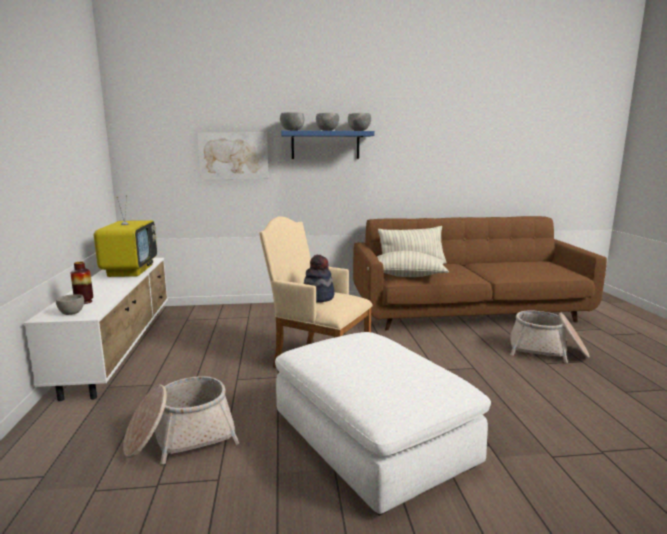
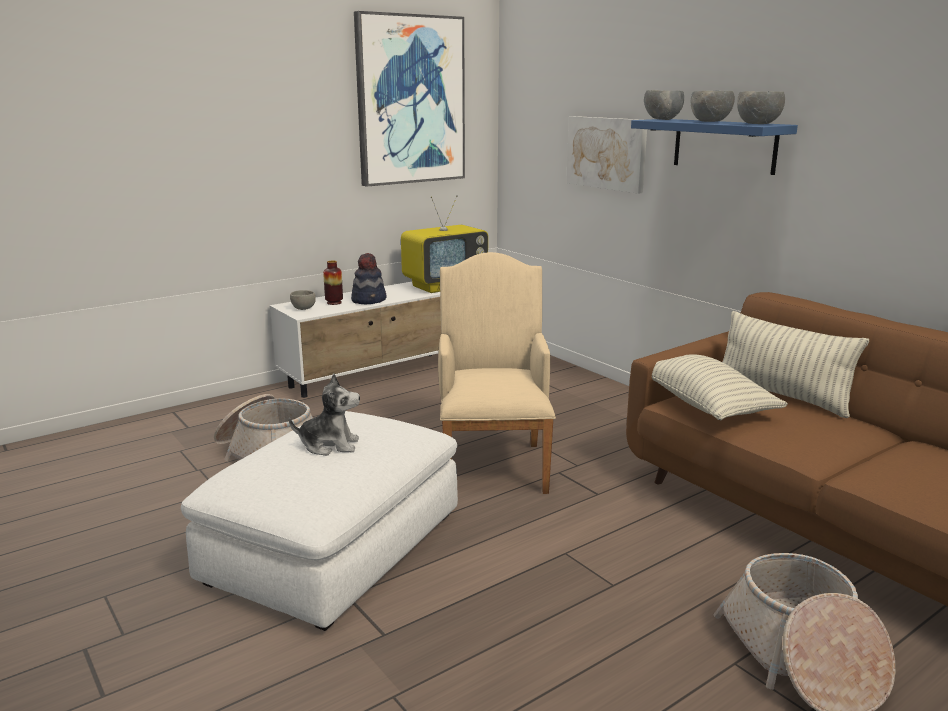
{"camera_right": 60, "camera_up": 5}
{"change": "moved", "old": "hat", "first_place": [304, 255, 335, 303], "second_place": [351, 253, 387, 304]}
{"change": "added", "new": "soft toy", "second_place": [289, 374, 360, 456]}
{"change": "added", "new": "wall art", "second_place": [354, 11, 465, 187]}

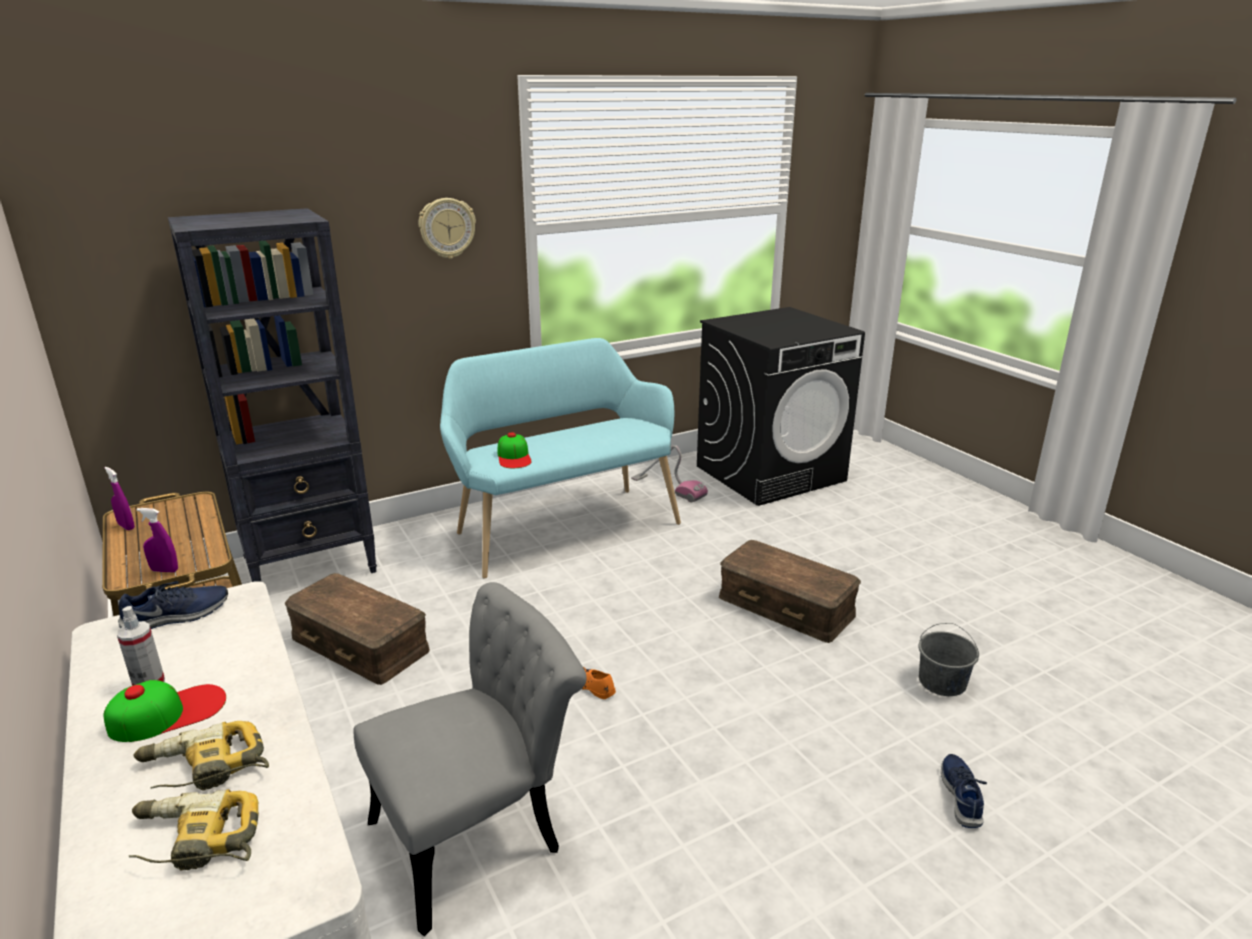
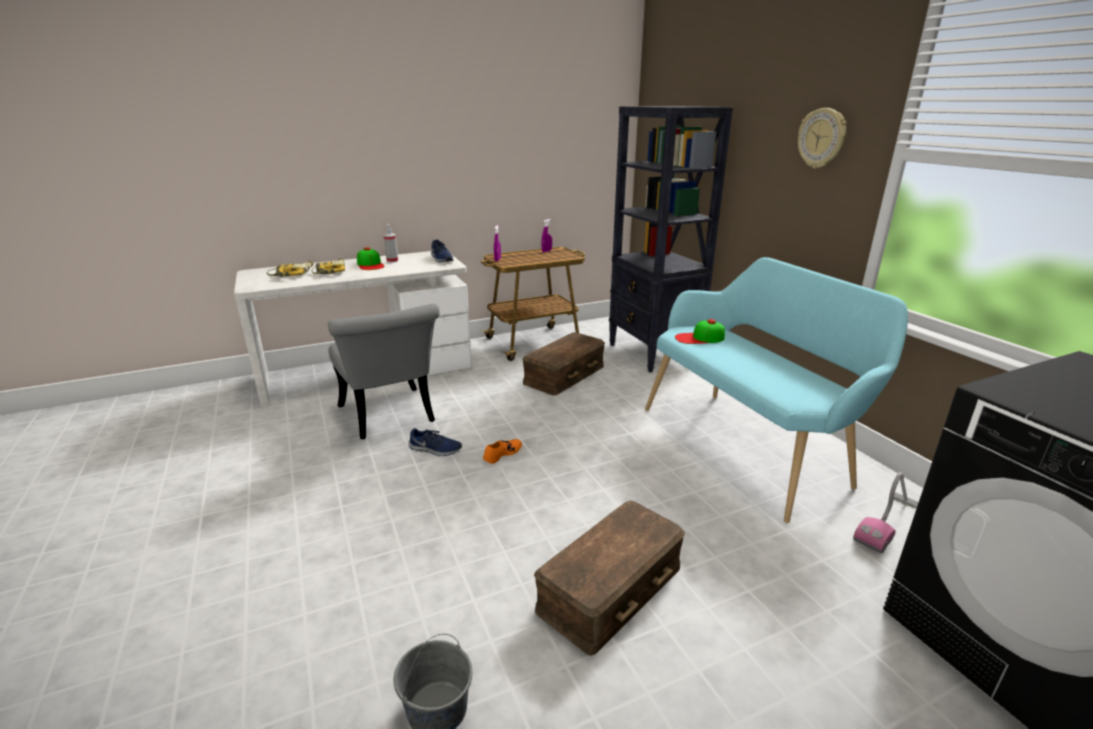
{"camera_right": 95, "camera_up": 0}
{"change": "moved", "old": "blue-coloured low shoe", "first_place": [941, 754, 987, 828], "second_place": [408, 428, 462, 456]}

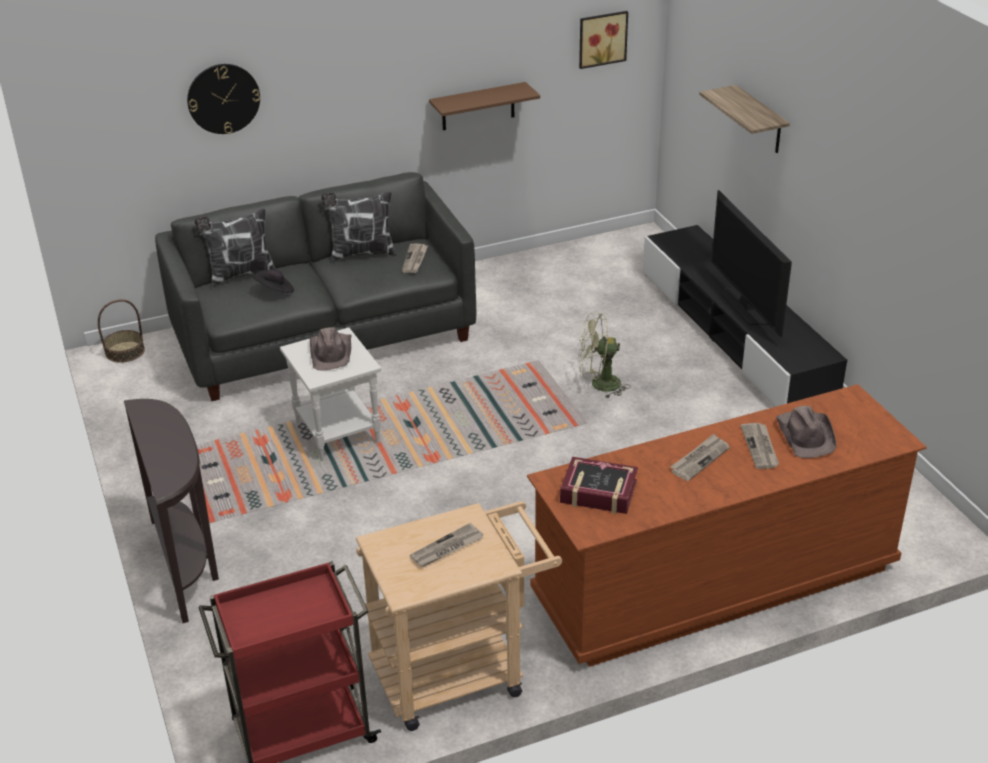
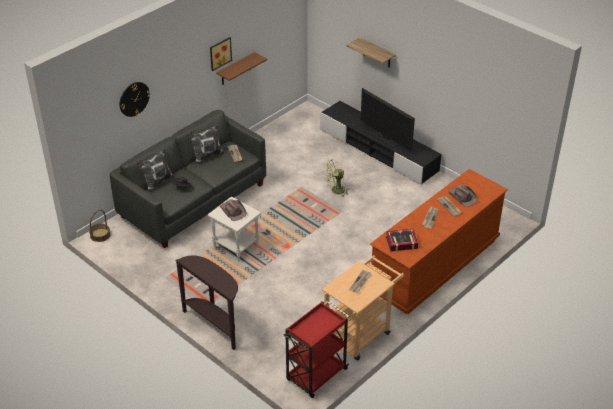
{"camera_right": -25, "camera_up": 5}
{"change": "moved", "old": "wall art", "first_place": [579, 11, 628, 69], "second_place": [210, 37, 232, 71]}

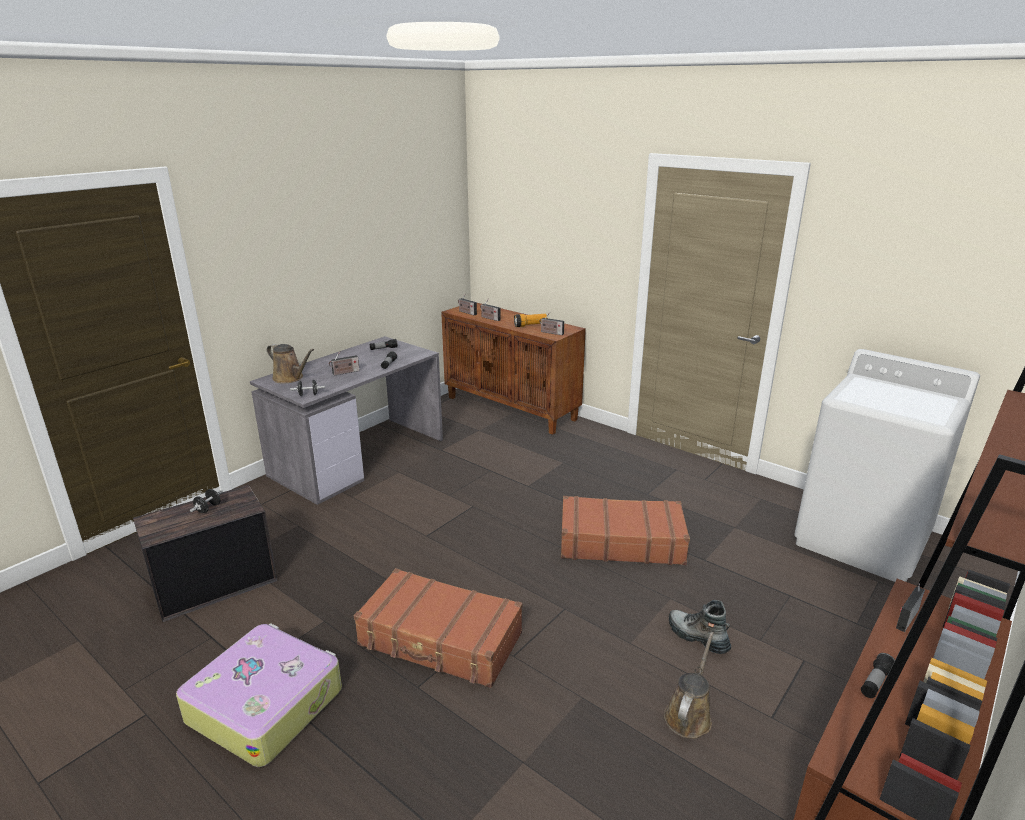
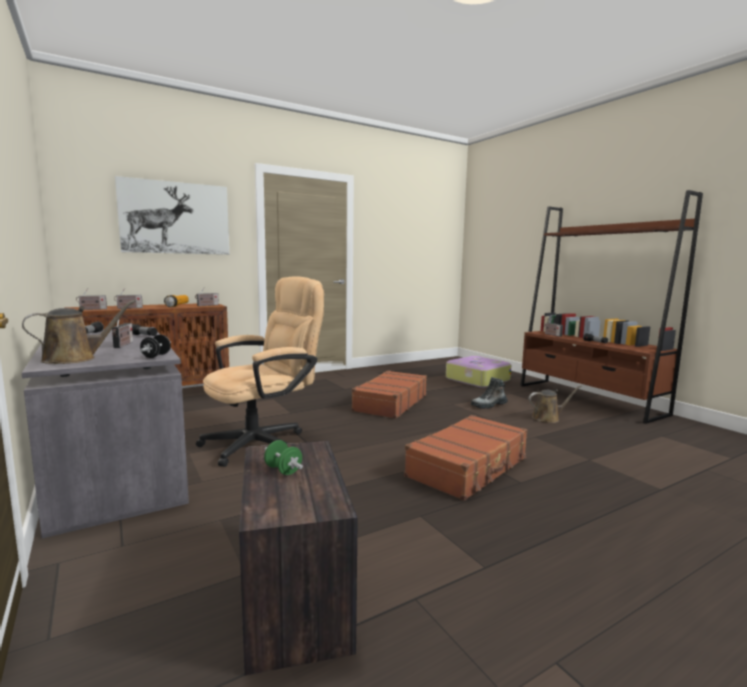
{"camera_right": -70, "camera_up": -15}
{"change": "moved", "old": "piece of luggage", "first_place": [176, 623, 342, 767], "second_place": [446, 356, 511, 388]}
{"change": "recoloured", "old": "blackish free weight", "new": "green free weight", "first_place": [190, 489, 223, 513], "second_place": [264, 440, 303, 475]}
{"change": "turned", "old": "brown watering can", "first_place": [664, 632, 714, 739], "second_place": [528, 385, 582, 423], "degrees": 120}
{"change": "removed", "old": "white-coloured laundry appliance", "first_place": [794, 349, 980, 582]}
{"change": "added", "new": "wall art", "second_place": [115, 176, 229, 255]}
{"change": "added", "new": "sand-coloured computer chair", "second_place": [196, 276, 324, 467]}

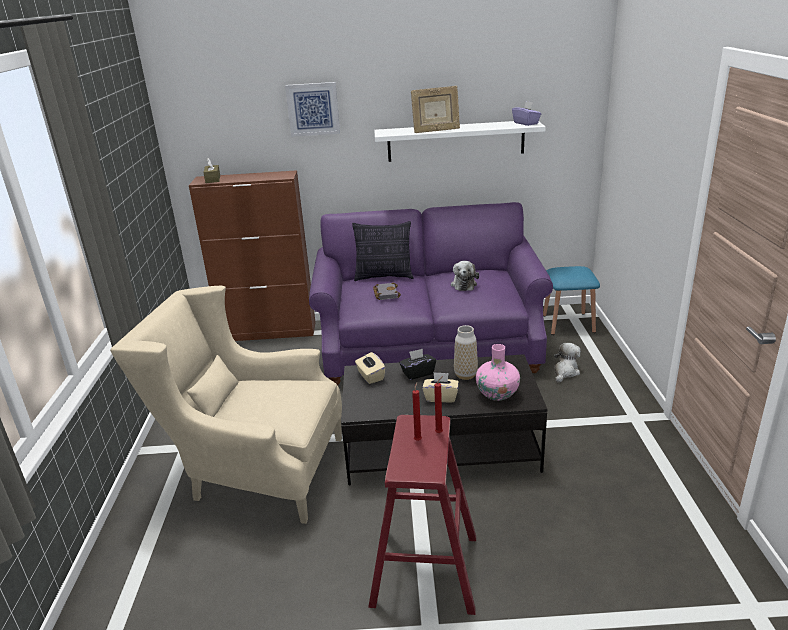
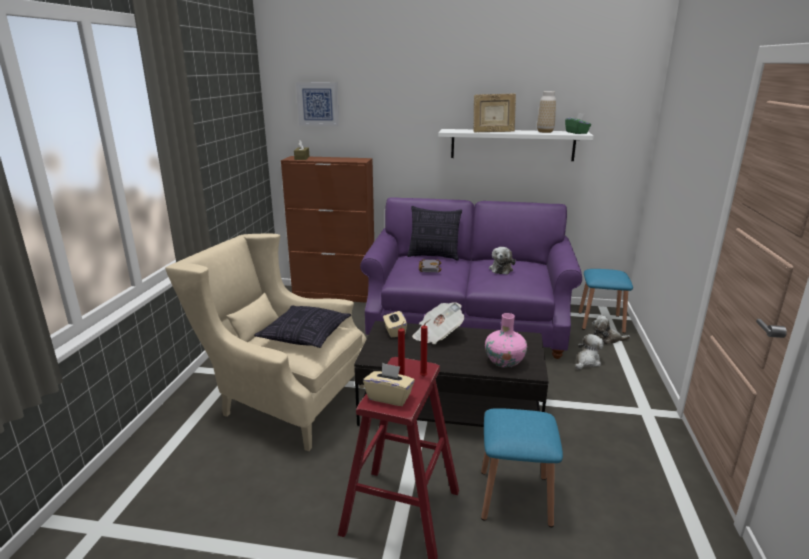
{"camera_right": 10, "camera_up": -5}
{"change": "moved", "old": "wall art", "first_place": [285, 82, 340, 137], "second_place": [296, 82, 339, 126]}
{"change": "replaced", "old": "blackish tissue holder", "new": "newspaper", "first_place": [399, 349, 436, 380], "second_place": [412, 302, 464, 344]}
{"change": "moved", "old": "sand-coloured tissue holder", "first_place": [422, 372, 459, 403], "second_place": [363, 363, 415, 406]}
{"change": "moved", "old": "flower vase", "first_place": [454, 325, 478, 380], "second_place": [537, 91, 556, 133]}
{"change": "recoloured", "old": "purple tissue holder", "new": "green tissue holder", "first_place": [512, 101, 541, 126], "second_place": [565, 113, 591, 134]}
{"change": "added", "new": "throw pillow", "second_place": [254, 305, 351, 348]}
{"change": "added", "new": "blue-coloured sitting stool", "second_place": [481, 408, 563, 527]}
{"change": "added", "new": "soft toy", "second_place": [592, 315, 630, 345]}

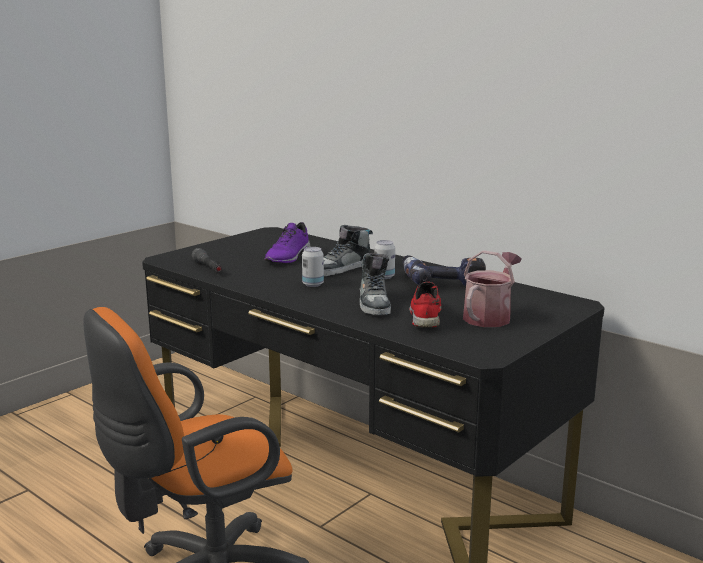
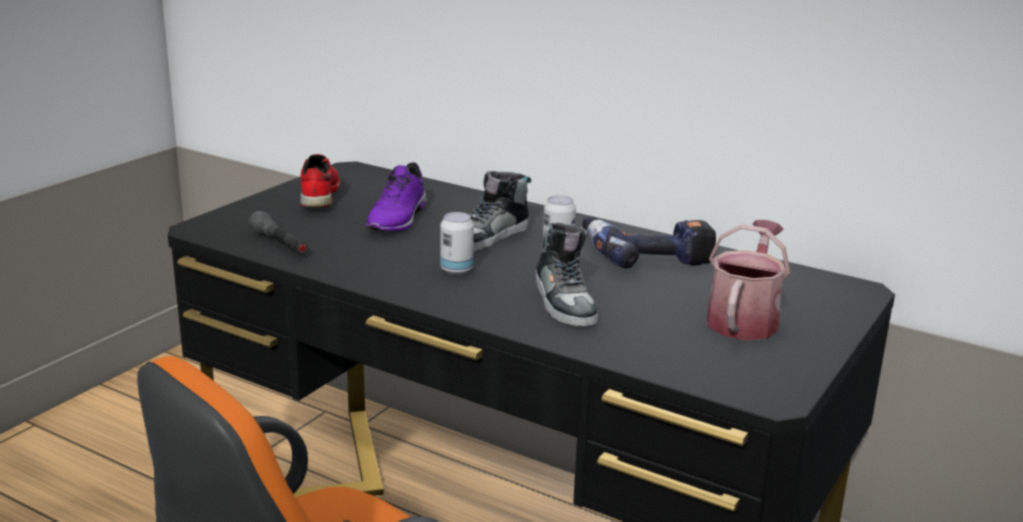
{"camera_right": -10, "camera_up": 5}
{"change": "moved", "old": "red low shoe", "first_place": [409, 282, 442, 328], "second_place": [300, 154, 340, 208]}

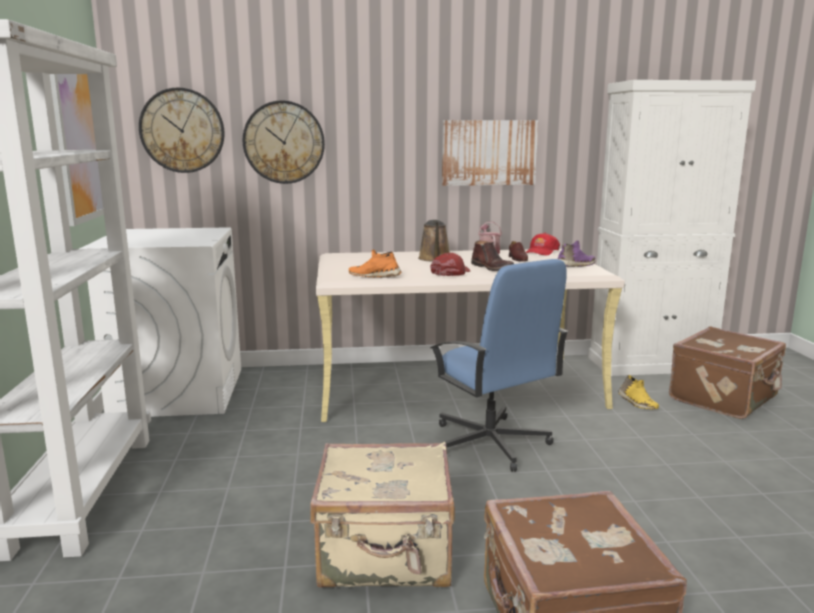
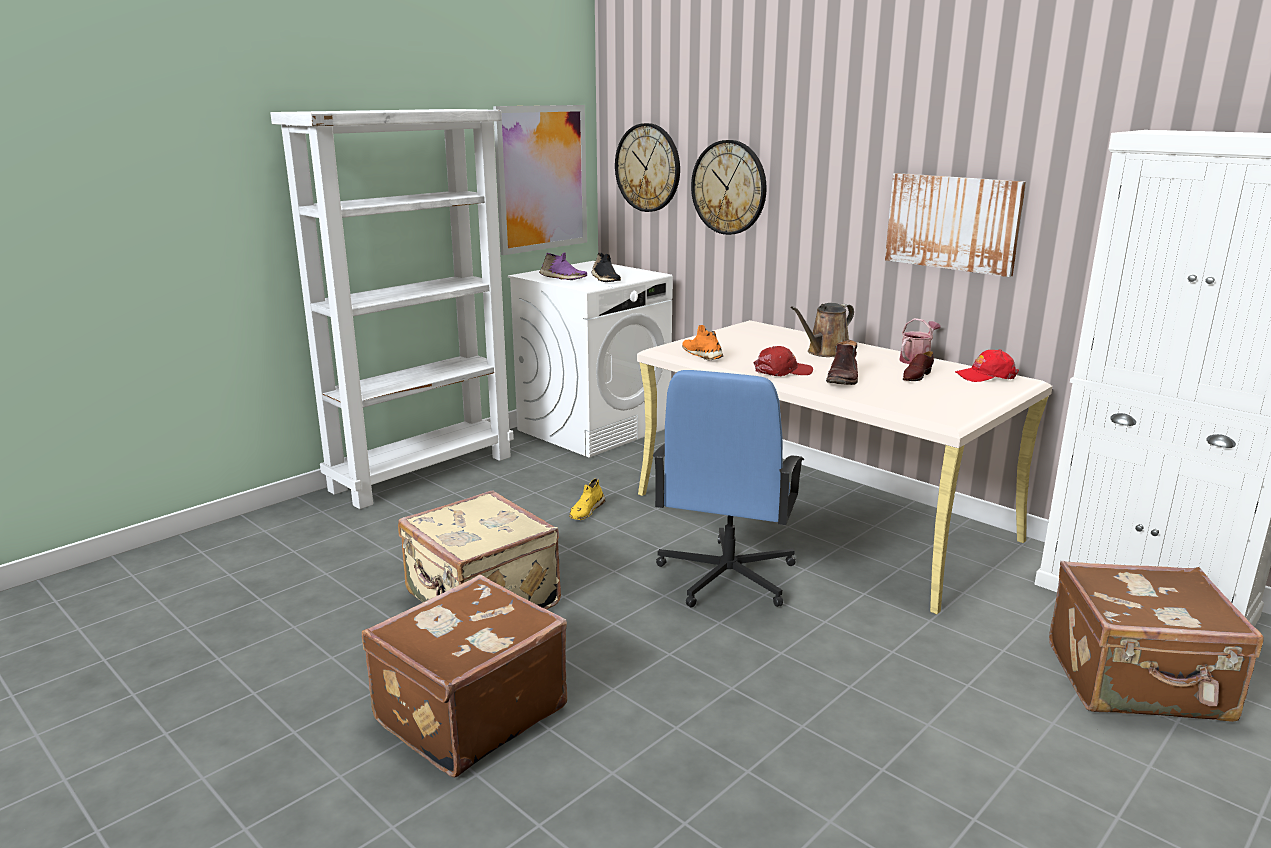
{"camera_right": 50, "camera_up": 5}
{"change": "moved", "old": "purple low shoe", "first_place": [557, 240, 595, 267], "second_place": [539, 252, 587, 280]}
{"change": "moved", "old": "yellowish low shoe", "first_place": [618, 375, 659, 409], "second_place": [569, 479, 605, 520]}
{"change": "added", "new": "blackish low shoe", "second_place": [591, 252, 621, 282]}

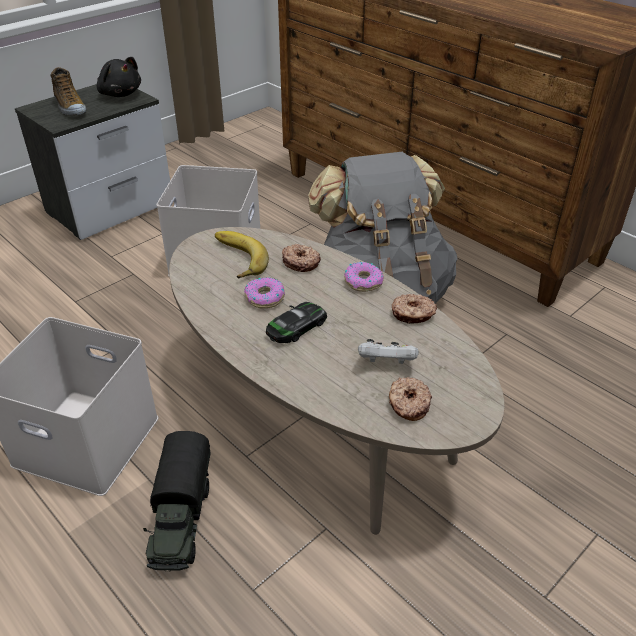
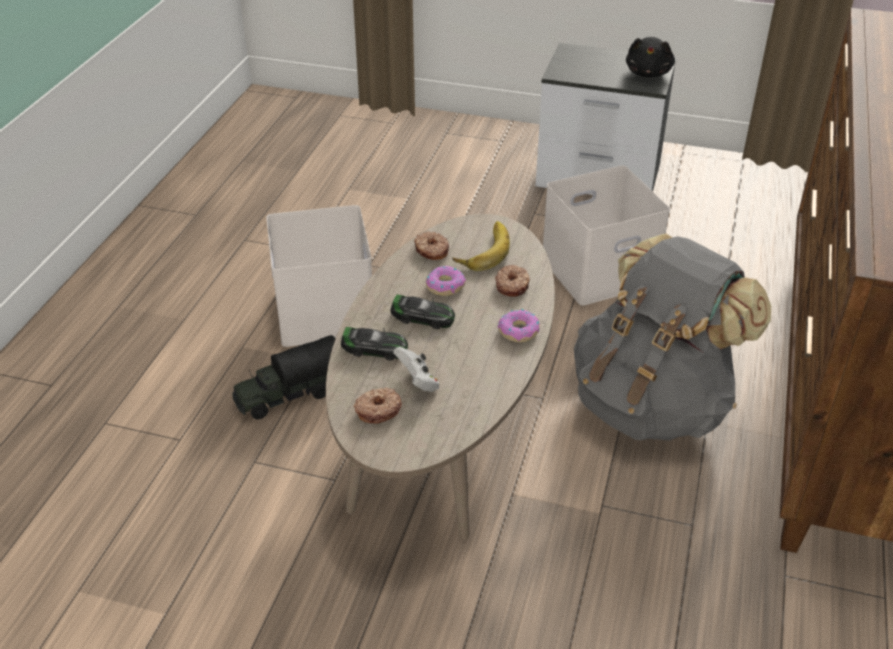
{"camera_right": 60, "camera_up": 0}
{"change": "removed", "old": "low shoe", "first_place": [51, 67, 86, 116]}
{"change": "moved", "old": "ring doughnut", "first_place": [392, 294, 437, 324], "second_place": [414, 231, 449, 260]}
{"change": "added", "new": "miniature car", "second_place": [341, 327, 408, 360]}

